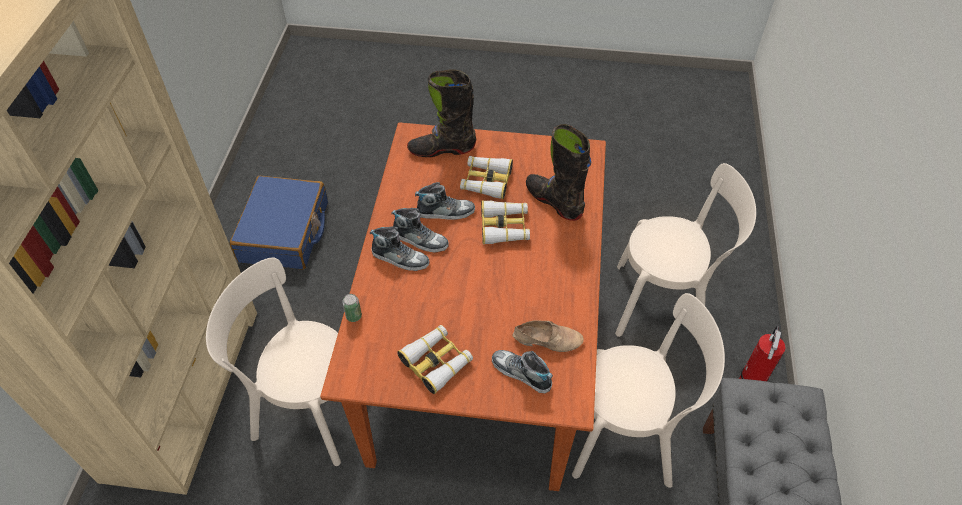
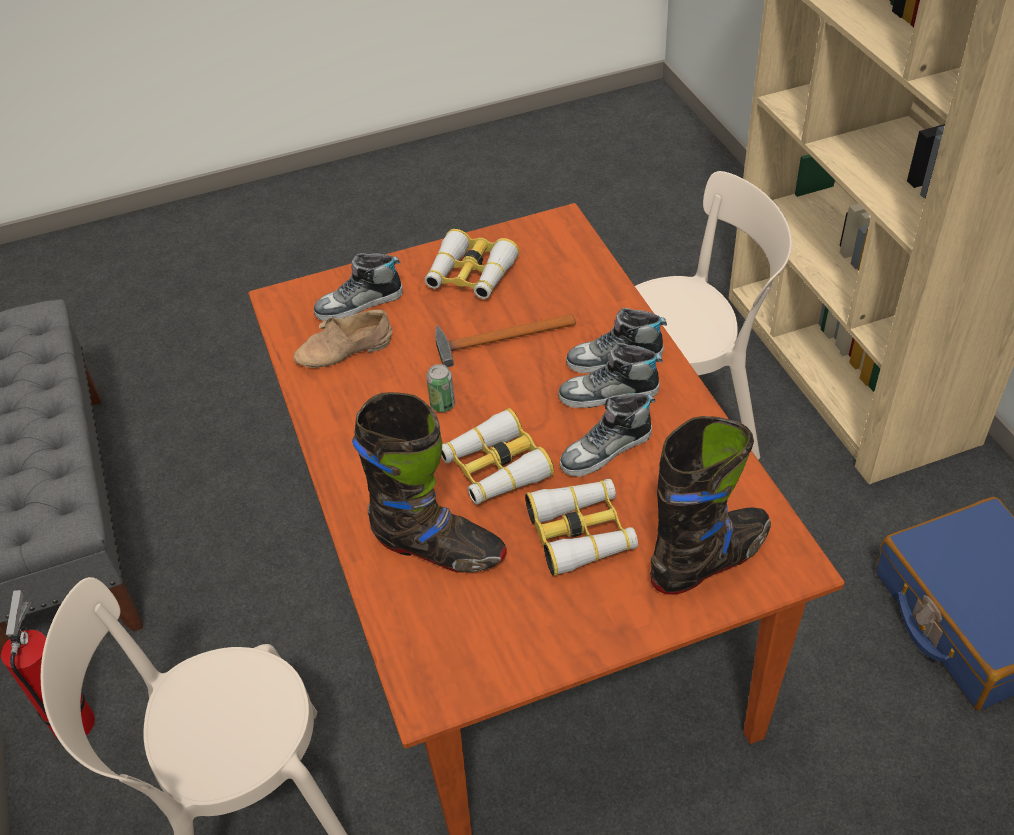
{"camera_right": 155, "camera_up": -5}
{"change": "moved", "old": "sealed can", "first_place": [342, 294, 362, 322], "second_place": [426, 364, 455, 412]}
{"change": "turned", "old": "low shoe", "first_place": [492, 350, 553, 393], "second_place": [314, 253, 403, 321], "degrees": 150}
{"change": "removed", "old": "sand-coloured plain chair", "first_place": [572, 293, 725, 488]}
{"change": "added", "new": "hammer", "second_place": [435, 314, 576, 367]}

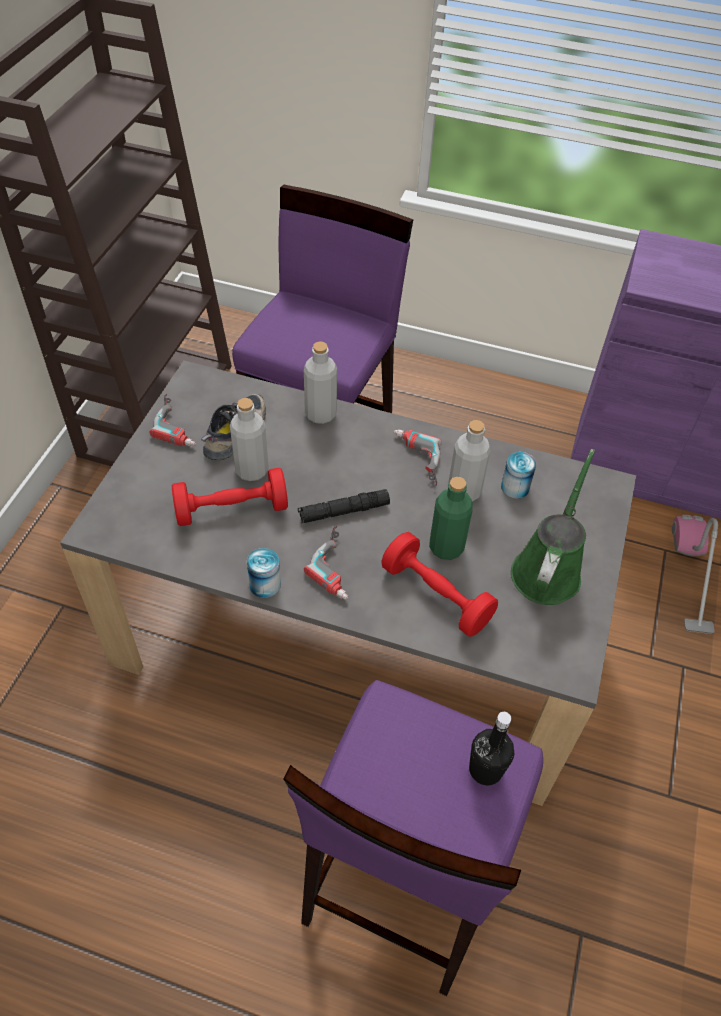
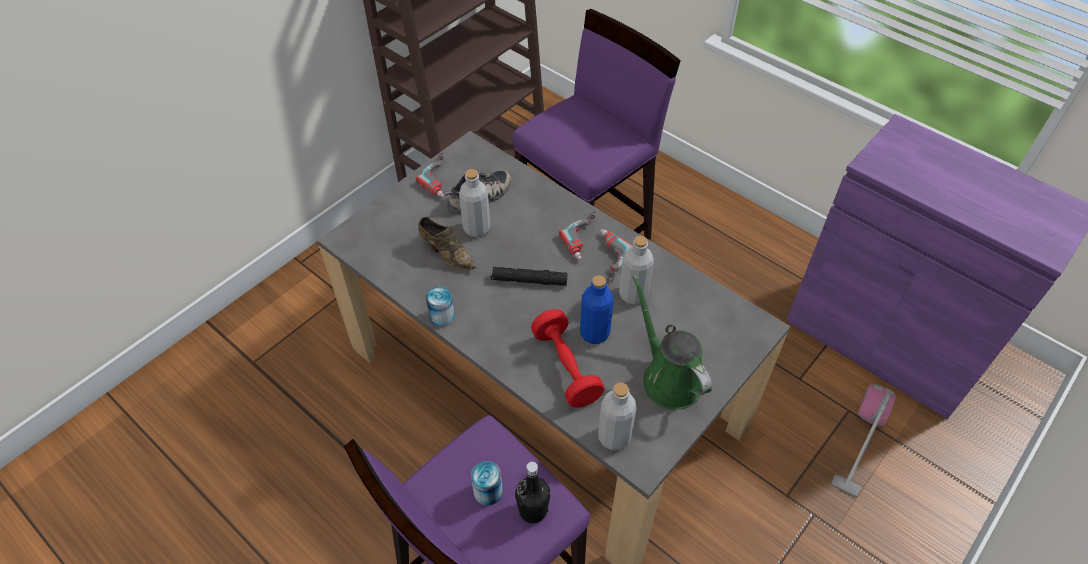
{"camera_right": 25, "camera_up": 0}
{"change": "replaced", "old": "red free weight", "new": "brown low shoe", "first_place": [172, 468, 288, 526], "second_place": [418, 217, 476, 270]}
{"change": "moved", "old": "greyish bottle", "first_place": [304, 341, 337, 424], "second_place": [598, 383, 636, 450]}
{"change": "moved", "old": "electric drill", "first_place": [304, 526, 348, 600], "second_place": [559, 211, 596, 260]}
{"change": "recoloured", "old": "green bottle", "new": "blue-coloured bottle", "first_place": [429, 477, 473, 560], "second_place": [580, 275, 613, 344]}
{"change": "moved", "old": "sealed can", "first_place": [501, 452, 536, 499], "second_place": [471, 461, 503, 506]}
{"change": "turned", "old": "green watering can", "first_place": [511, 449, 595, 605], "second_place": [632, 275, 712, 410], "degrees": -75}

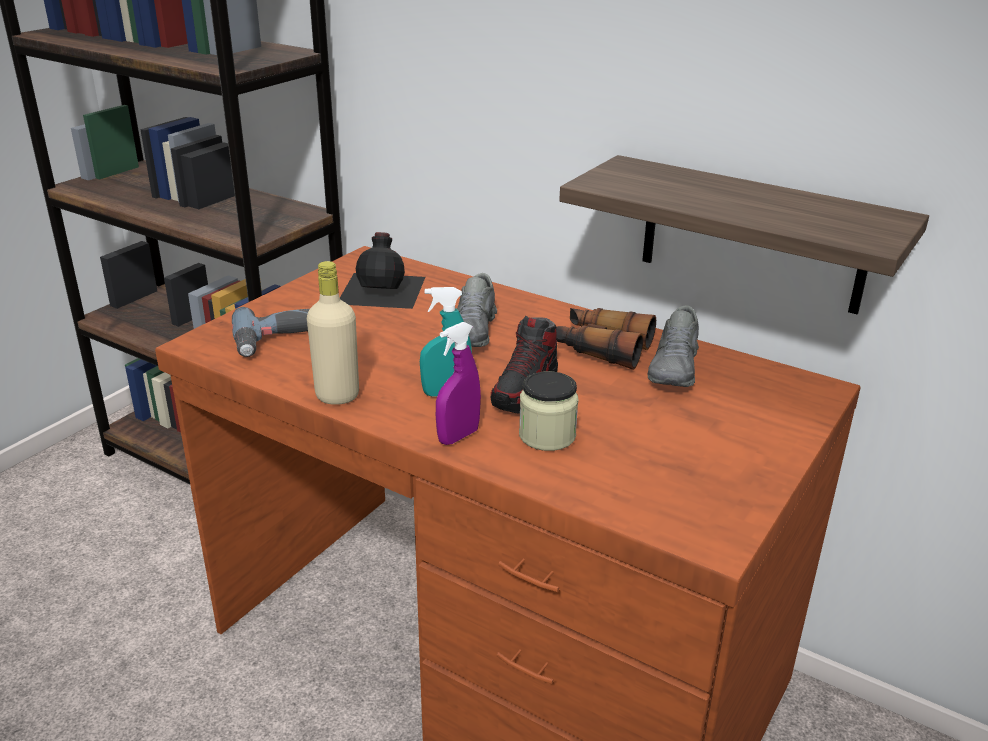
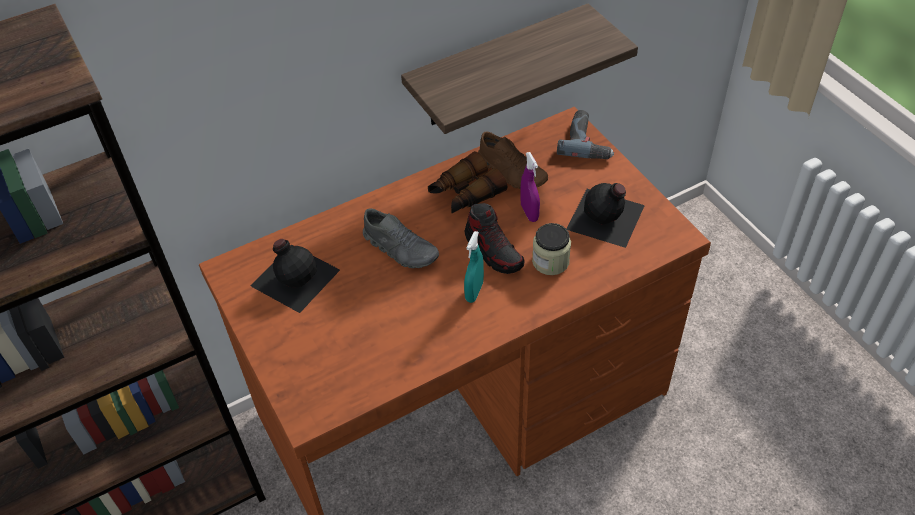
{"camera_right": -60, "camera_up": 20}
{"change": "moved", "old": "electric drill", "first_place": [232, 307, 309, 357], "second_place": [557, 110, 614, 159]}
{"change": "removed", "old": "sand-coloured bottle", "first_place": [307, 261, 359, 405]}
{"change": "moved", "old": "purple sprayer", "first_place": [436, 322, 481, 445], "second_place": [520, 152, 540, 222]}
{"change": "recoloured", "old": "greyish low shoe", "new": "brown low shoe", "first_place": [648, 305, 699, 387], "second_place": [478, 131, 548, 189]}
{"change": "added", "new": "blackish bottle", "second_place": [567, 183, 645, 248]}

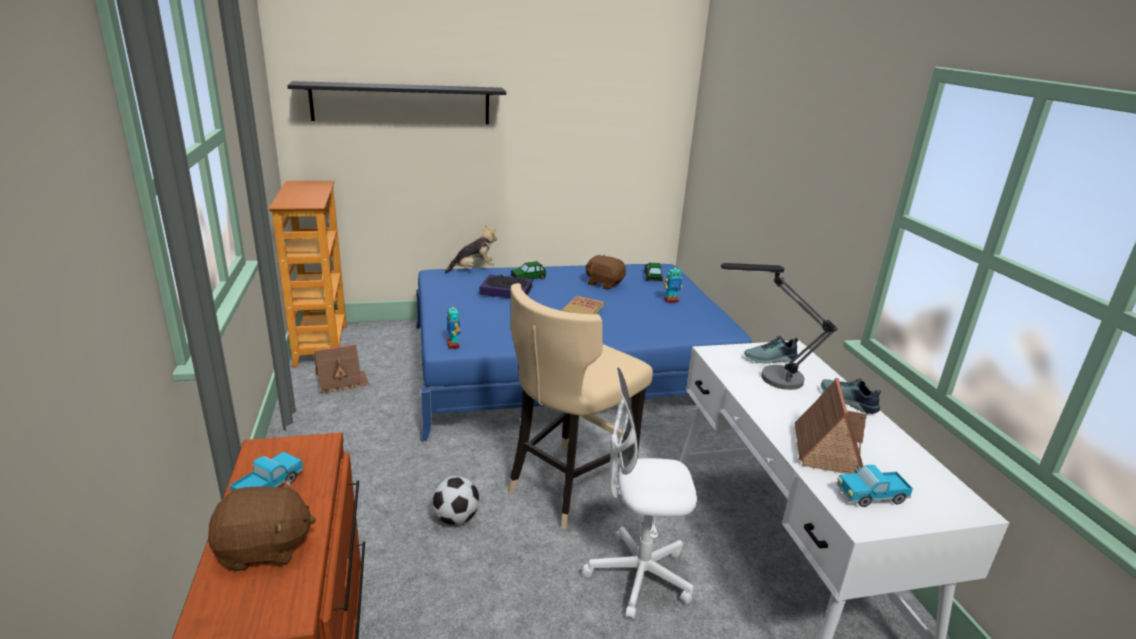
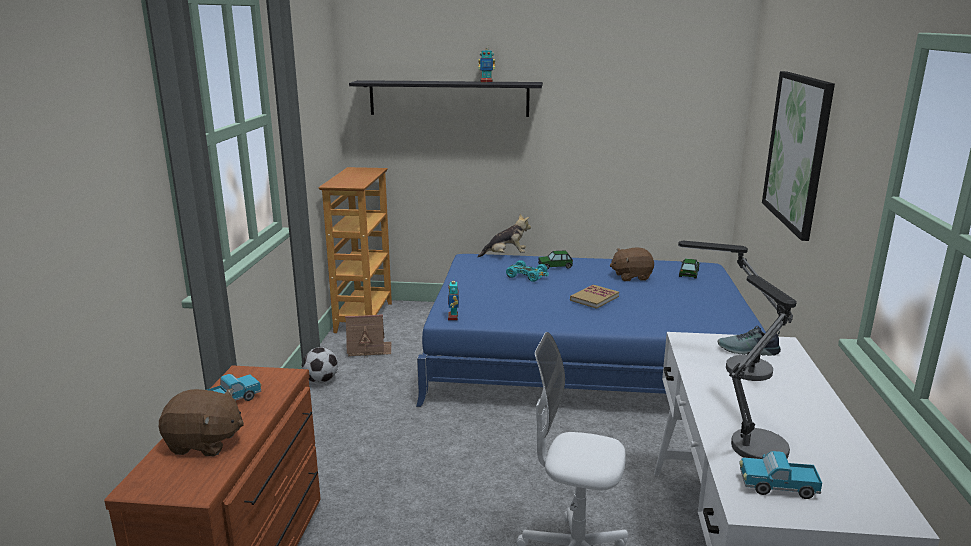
{"camera_right": 20, "camera_up": -5}
{"change": "moved", "old": "ball for football", "first_place": [431, 476, 480, 525], "second_place": [302, 347, 338, 383]}
{"change": "replaced", "old": "book", "new": "turquoise miniature car", "first_place": [479, 274, 533, 298], "second_place": [506, 260, 549, 282]}
{"change": "removed", "old": "sand-coloured sitting stool", "first_place": [508, 283, 653, 530]}
{"change": "turned", "old": "brown soft toy", "first_place": [586, 254, 626, 290], "second_place": [610, 248, 654, 281], "degrees": -60}
{"change": "moved", "old": "model robot", "first_place": [664, 264, 682, 303], "second_place": [478, 44, 495, 82]}
{"change": "replaced", "old": "model house", "new": "lamp for a table", "first_place": [795, 378, 867, 474], "second_place": [729, 275, 797, 459]}
{"change": "removed", "old": "low shoe", "first_place": [821, 378, 881, 414]}
{"change": "added", "new": "wall art", "second_place": [762, 71, 835, 241]}

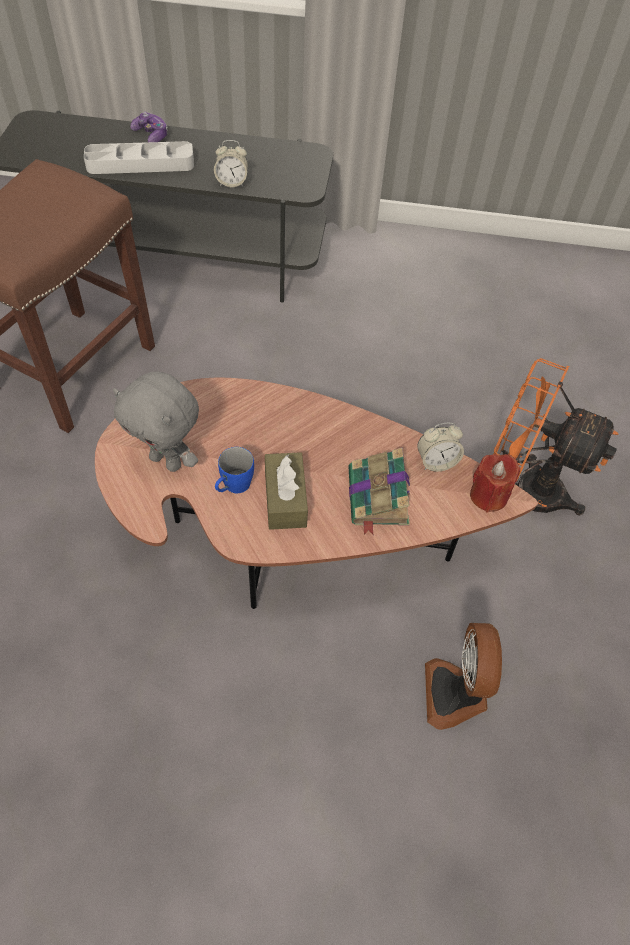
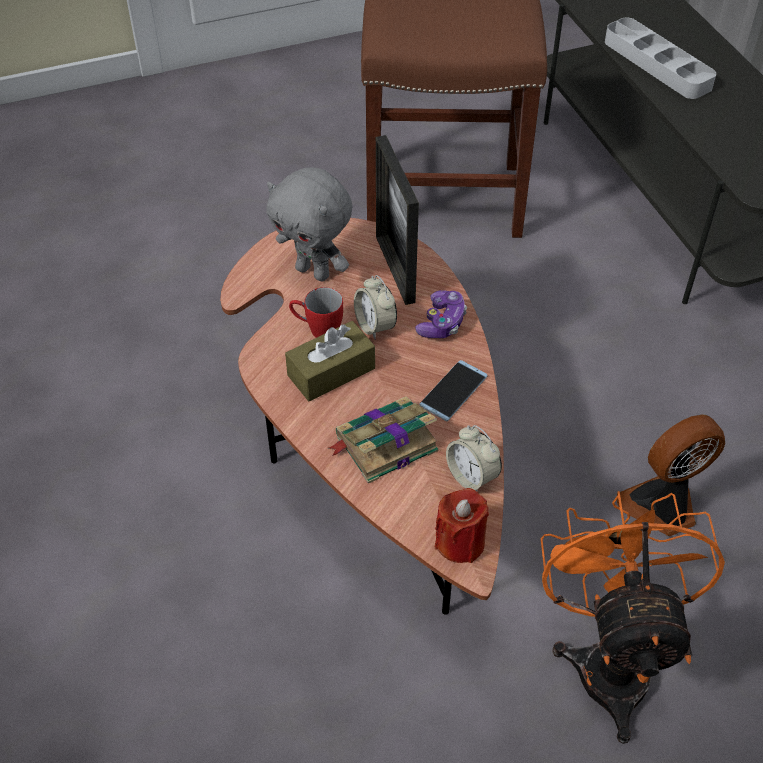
{"camera_right": 65, "camera_up": -5}
{"change": "turned", "old": "greyish soft toy", "first_place": [113, 371, 199, 472], "second_place": [267, 167, 352, 282], "degrees": -60}
{"change": "moved", "old": "game controller", "first_place": [130, 112, 168, 142], "second_place": [415, 290, 467, 338]}
{"change": "moved", "old": "alarm clock", "first_place": [214, 140, 248, 187], "second_place": [354, 275, 397, 339]}
{"change": "recoloured", "old": "blue-coloured tea mug", "new": "red tea mug", "first_place": [215, 447, 254, 493], "second_place": [289, 287, 343, 338]}
{"change": "moved", "old": "electric fan", "first_place": [425, 623, 502, 730], "second_place": [617, 414, 725, 536]}
{"change": "added", "new": "standing frame", "second_place": [376, 135, 419, 305]}
{"change": "added", "new": "phone", "second_place": [419, 360, 487, 422]}

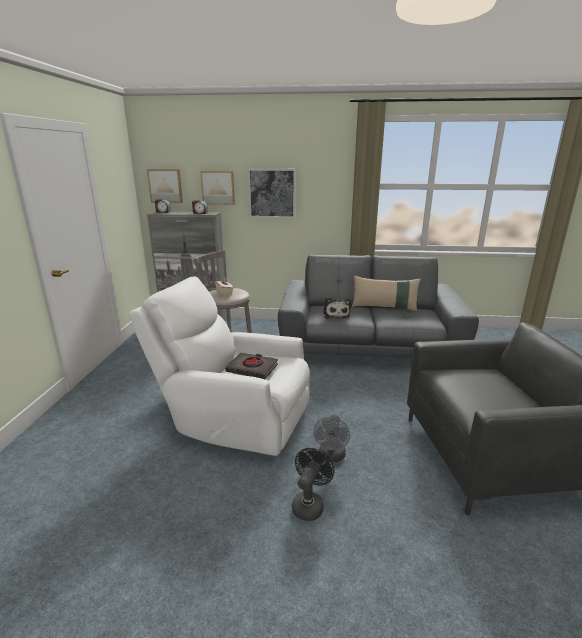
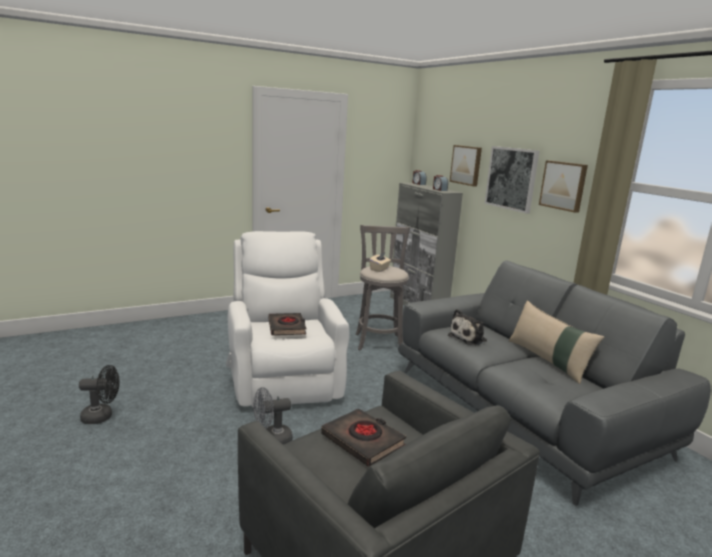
{"camera_right": 55, "camera_up": -5}
{"change": "moved", "old": "wall art", "first_place": [147, 169, 183, 203], "second_place": [539, 160, 588, 213]}
{"change": "moved", "old": "blackish electric fan", "first_place": [292, 448, 334, 521], "second_place": [79, 365, 120, 424]}
{"change": "added", "new": "blackish book", "second_place": [321, 409, 406, 467]}

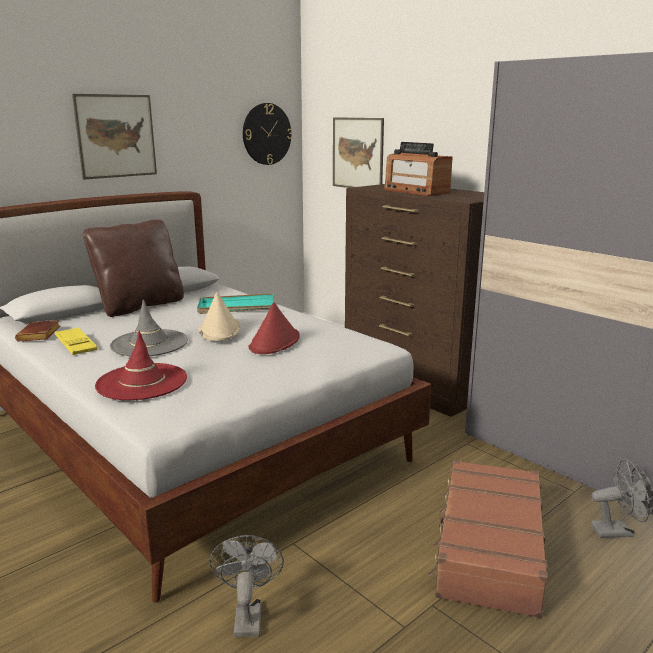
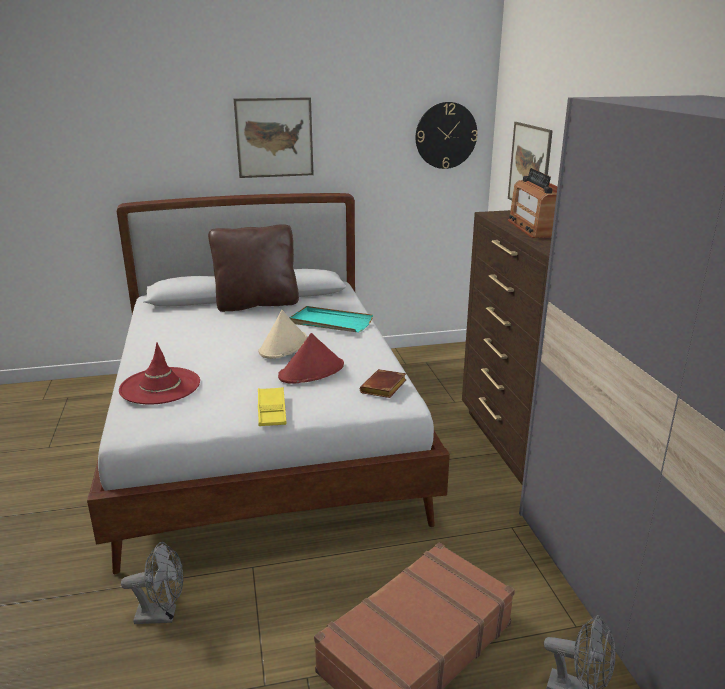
{"camera_right": 30, "camera_up": 5}
{"change": "moved", "old": "brown book", "first_place": [15, 320, 60, 342], "second_place": [360, 369, 406, 398]}
{"change": "moved", "old": "yellowish serving tray", "first_place": [55, 327, 98, 355], "second_place": [258, 387, 287, 426]}
{"change": "removed", "old": "greyish hat", "first_place": [110, 299, 188, 356]}
{"change": "turned", "old": "greyish electric fan", "first_place": [209, 535, 284, 637], "second_place": [121, 542, 183, 624], "degrees": 60}

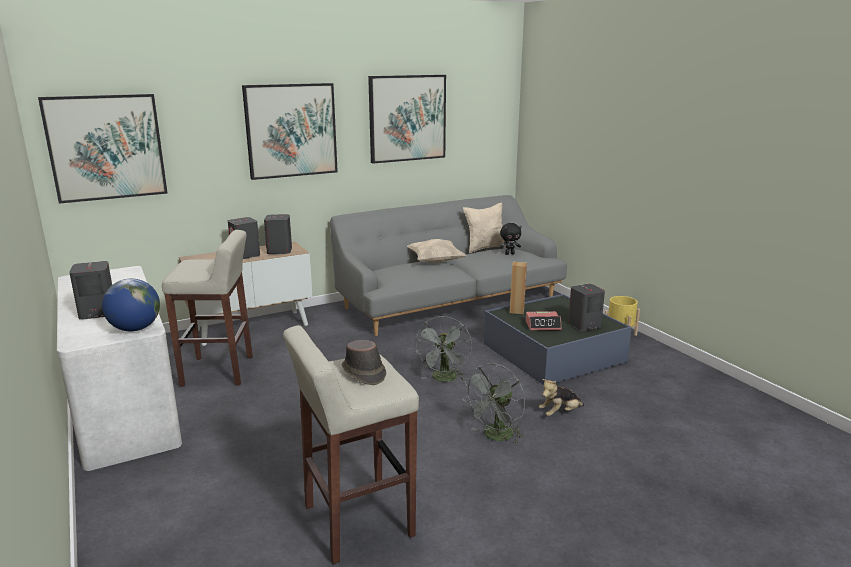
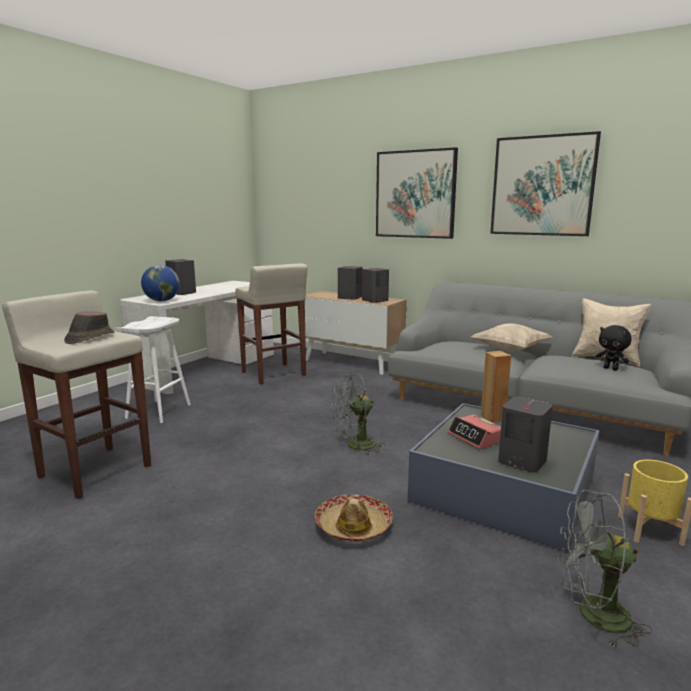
{"camera_right": 60, "camera_up": -5}
{"change": "removed", "old": "wall art", "first_place": [38, 94, 168, 204]}
{"change": "moved", "old": "greyish electric fan", "first_place": [462, 363, 525, 444], "second_place": [558, 490, 652, 648]}
{"change": "replaced", "old": "soft toy", "new": "hat", "first_place": [539, 379, 584, 416], "second_place": [315, 494, 393, 542]}
{"change": "added", "new": "white-coloured sitting stool", "second_place": [115, 316, 191, 423]}

